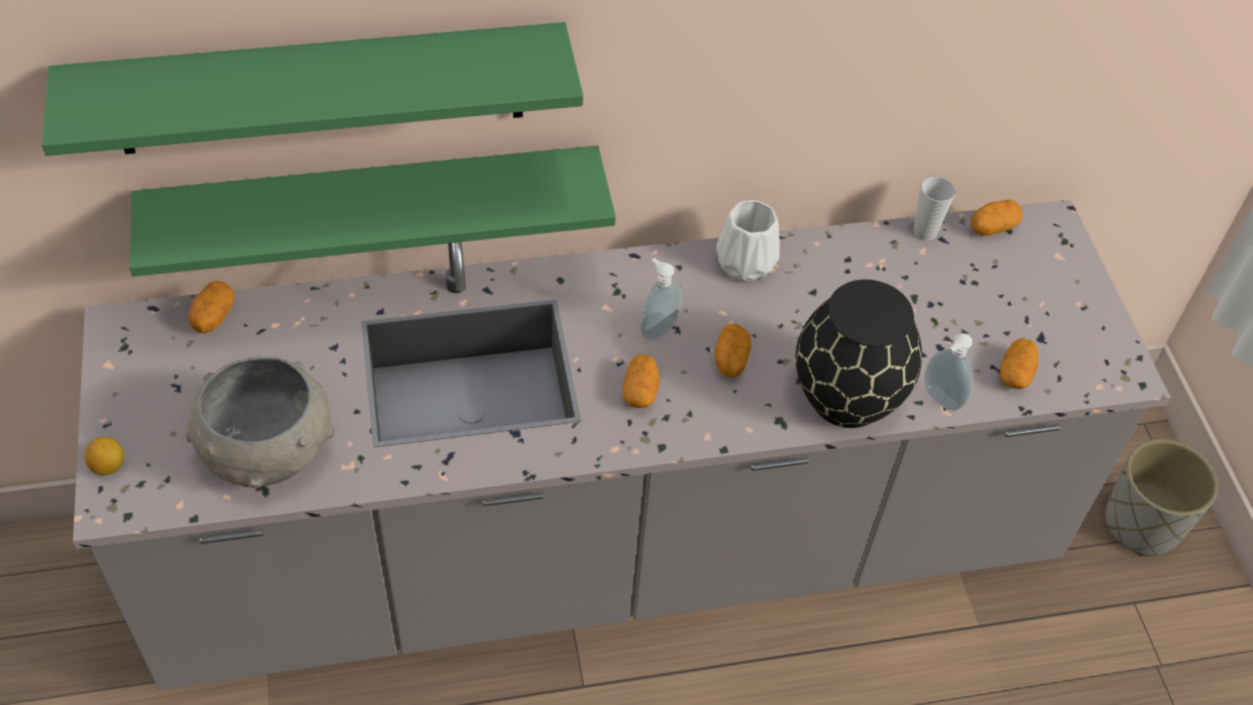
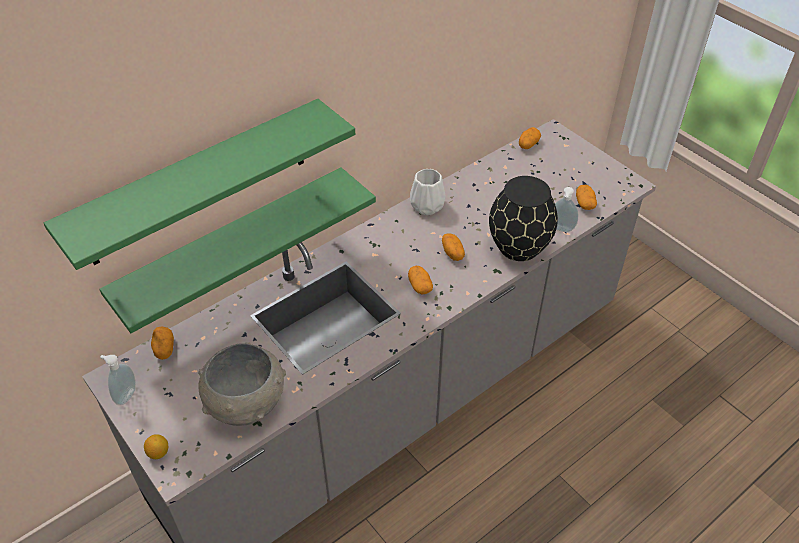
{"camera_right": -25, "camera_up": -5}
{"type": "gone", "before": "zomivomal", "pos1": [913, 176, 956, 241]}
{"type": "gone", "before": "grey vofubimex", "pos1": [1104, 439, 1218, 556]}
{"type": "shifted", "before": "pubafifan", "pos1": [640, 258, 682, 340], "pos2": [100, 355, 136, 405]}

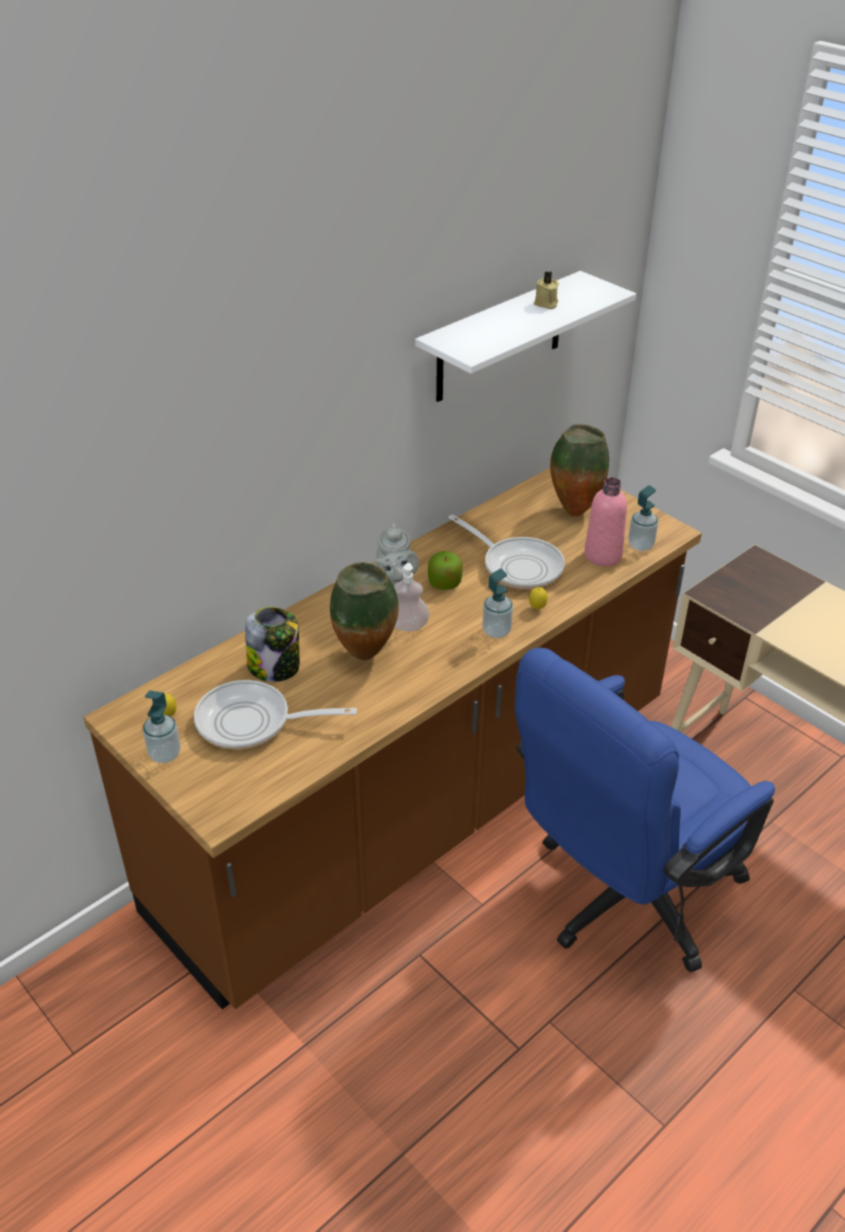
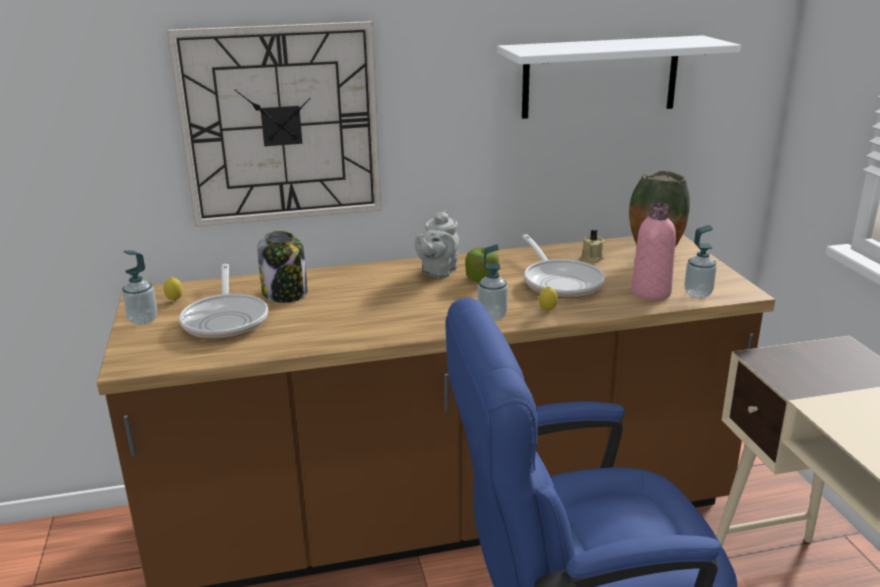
{"camera_right": 30, "camera_up": -15}
{"type": "gone", "before": "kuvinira", "pos1": [330, 562, 399, 660]}
{"type": "gone", "before": "pubafifan", "pos1": [394, 563, 430, 631]}
{"type": "new", "after": "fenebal", "pos2": [167, 21, 381, 227]}
{"type": "shifted", "before": "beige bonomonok", "pos1": [534, 271, 559, 309], "pos2": [581, 230, 604, 263]}
{"type": "rotated", "before": "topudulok", "pos1": [194, 680, 357, 749], "pos2": [179, 264, 268, 339], "turn": -135}

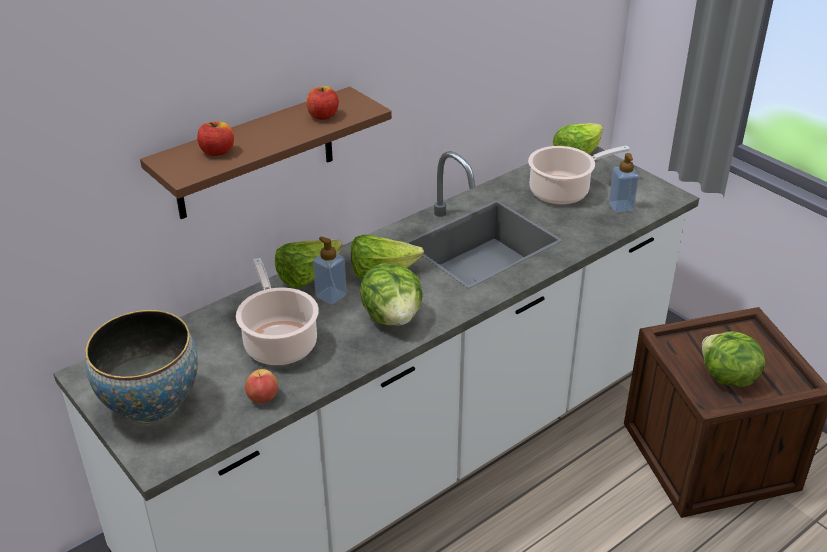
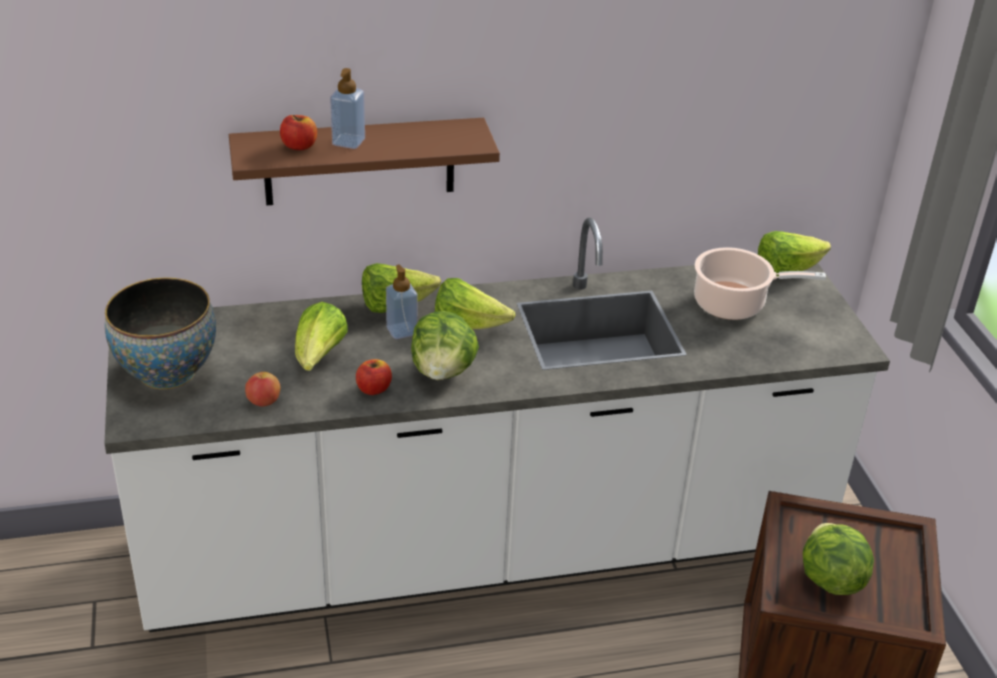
{"camera_right": 25, "camera_up": 0}
{"type": "shifted", "before": "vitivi", "pos1": [306, 86, 339, 120], "pos2": [356, 359, 392, 395]}
{"type": "shifted", "before": "pubafifan", "pos1": [609, 153, 639, 212], "pos2": [330, 68, 365, 149]}
{"type": "swapped", "before": "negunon", "after": "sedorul", "pos1": [236, 258, 319, 365], "pos2": [295, 302, 348, 371]}

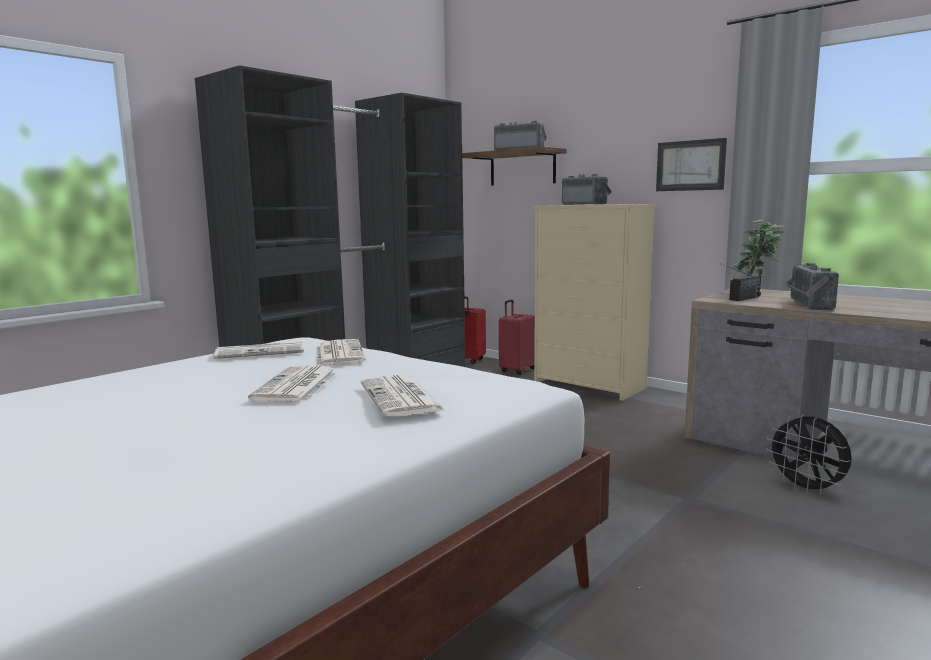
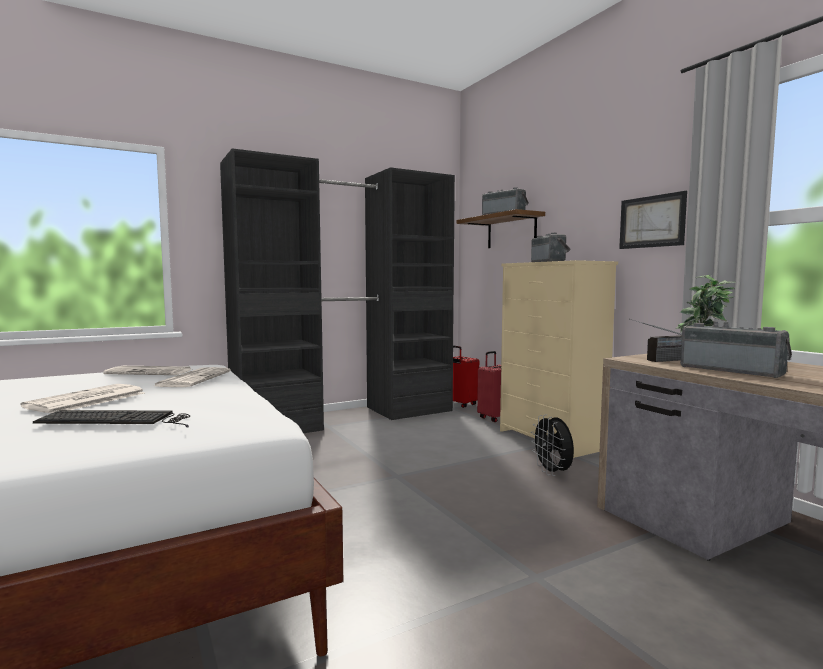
{"camera_right": 20, "camera_up": -5}
{"type": "shifted", "before": "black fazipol", "pos1": [766, 415, 852, 495], "pos2": [531, 414, 574, 476]}
{"type": "swapped", "before": "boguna", "after": "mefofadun", "pos1": [361, 375, 446, 417], "pos2": [33, 410, 190, 428]}
{"type": "rotated", "before": "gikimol", "pos1": [785, 263, 839, 310], "pos2": [680, 321, 792, 378], "turn": 105}

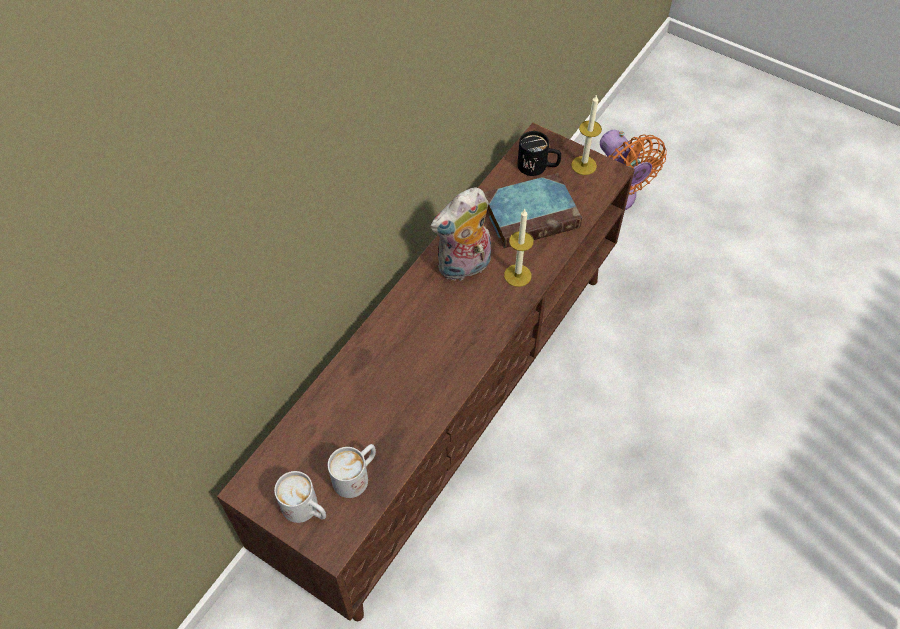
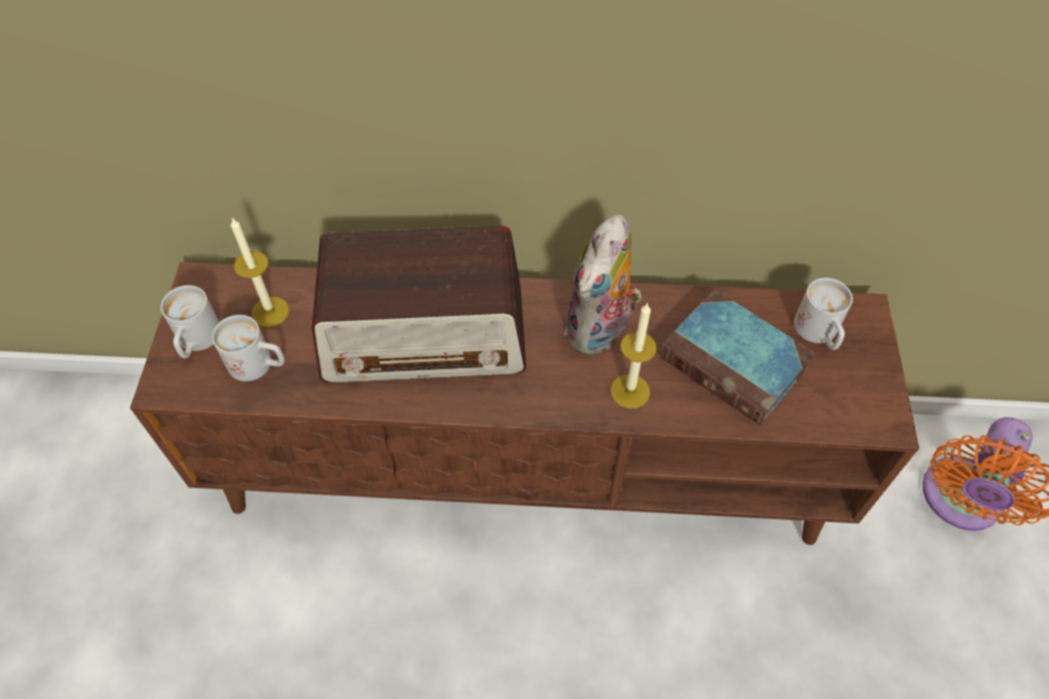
{"camera_right": 60, "camera_up": 0}
{"type": "new", "after": "gikimol", "pos2": [312, 225, 526, 383]}
{"type": "shifted", "before": "bonomonok", "pos1": [571, 94, 602, 175], "pos2": [231, 218, 289, 328]}
{"type": "repainted", "before": "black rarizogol", "after": "white rarizogol", "pos1": [517, 131, 561, 176], "pos2": [794, 278, 853, 350]}
{"type": "rotated", "before": "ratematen", "pos1": [430, 187, 491, 281], "pos2": [564, 215, 642, 355], "turn": -90}

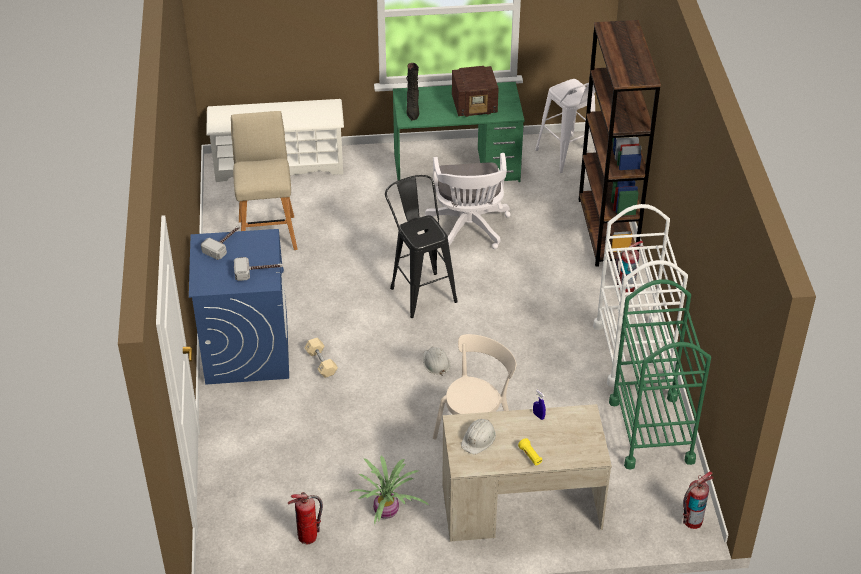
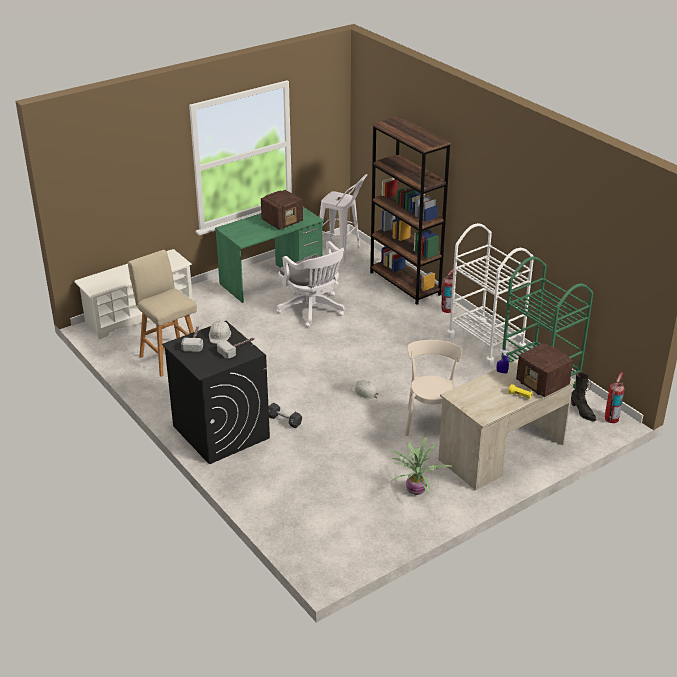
{"camera_right": -30, "camera_up": -10}
{"type": "gone", "before": "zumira", "pos1": [288, 492, 323, 544]}
{"type": "gone", "before": "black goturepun", "pos1": [385, 175, 458, 318]}
{"type": "new", "after": "gikimol", "pos2": [516, 343, 573, 397]}
{"type": "shifted", "before": "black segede", "pos1": [406, 63, 419, 121], "pos2": [571, 372, 597, 421]}
{"type": "shifted", "before": "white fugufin", "pos1": [461, 419, 496, 454], "pos2": [209, 320, 231, 344]}
{"type": "repainted", "before": "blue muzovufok", "after": "black muzovufok", "pos1": [189, 229, 289, 385], "pos2": [162, 321, 270, 464]}
{"type": "repainted", "before": "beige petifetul", "after": "black petifetul", "pos1": [305, 338, 338, 378], "pos2": [268, 403, 302, 428]}

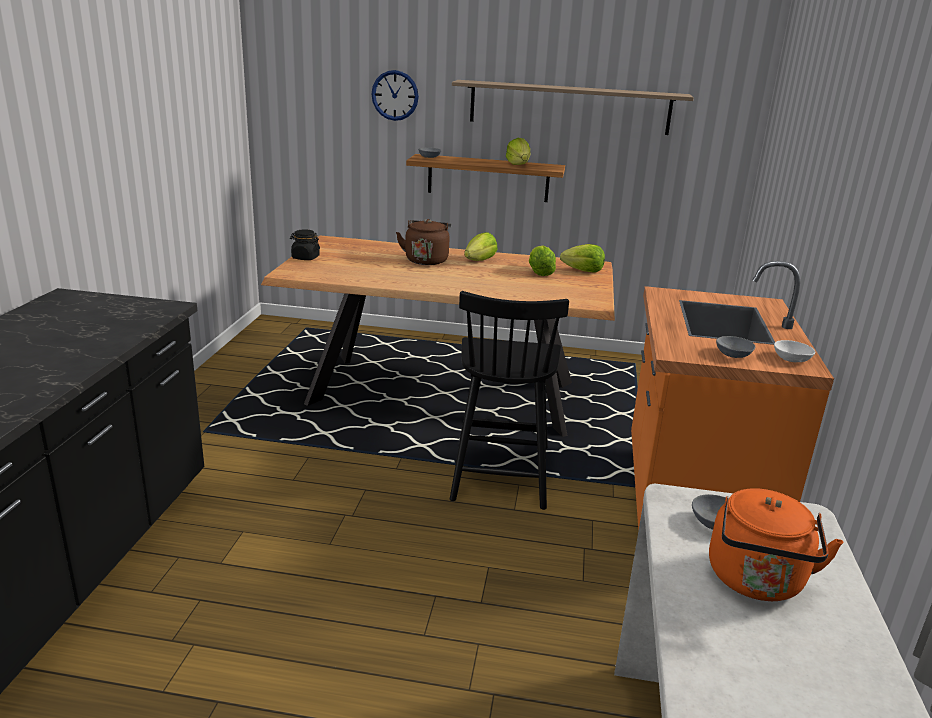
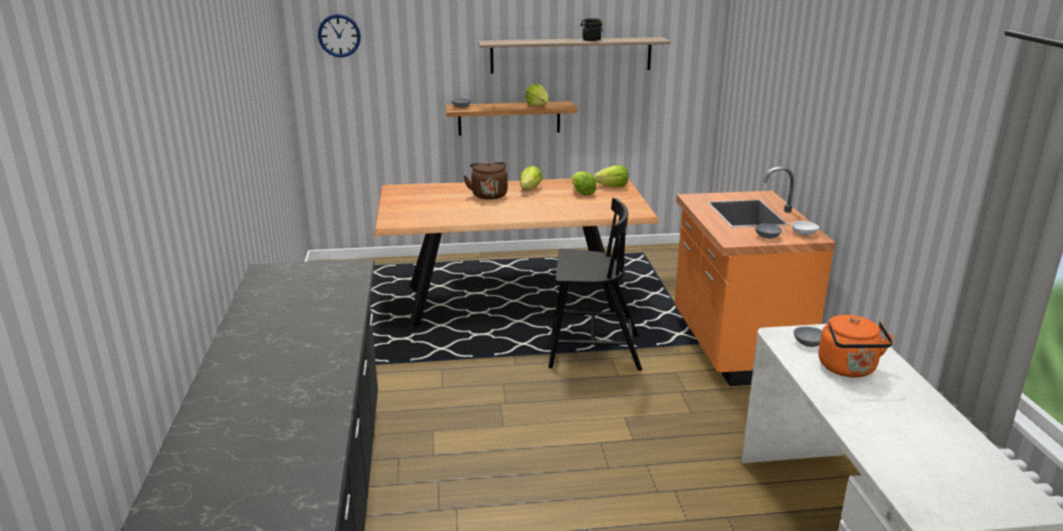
{"camera_right": -15, "camera_up": 0}
{"type": "shifted", "before": "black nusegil", "pos1": [290, 229, 320, 260], "pos2": [580, 18, 603, 41]}
{"type": "shifted", "before": "fenebal", "pos1": [371, 70, 419, 121], "pos2": [318, 14, 361, 57]}
{"type": "rotated", "before": "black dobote", "pos1": [450, 291, 569, 510], "pos2": [549, 198, 642, 371], "turn": -75}

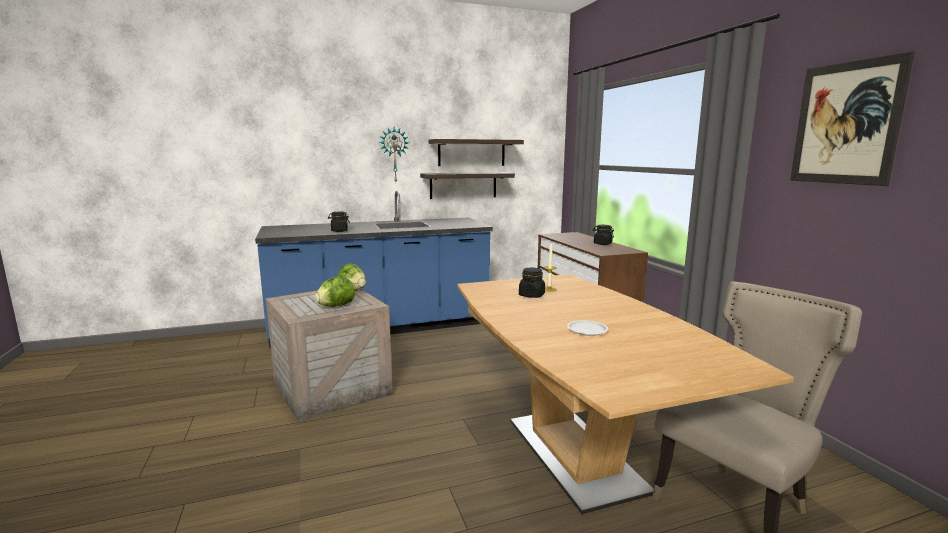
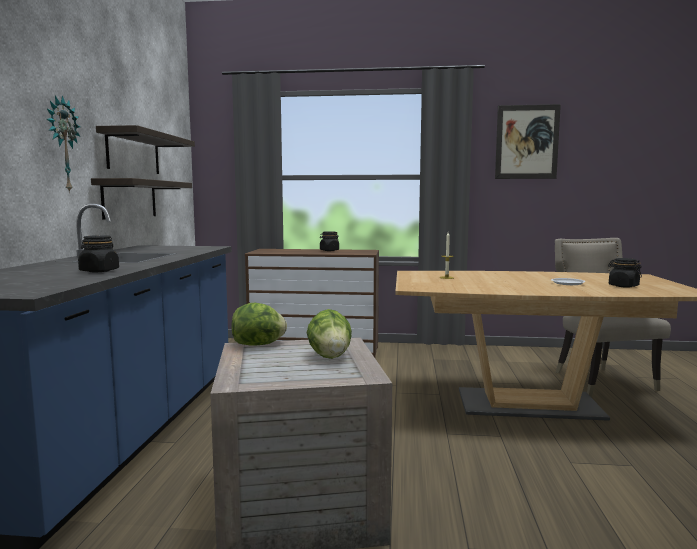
{"camera_right": -65, "camera_up": -5}
{"type": "shifted", "before": "black nusegil", "pos1": [519, 268, 545, 298], "pos2": [608, 258, 642, 288]}

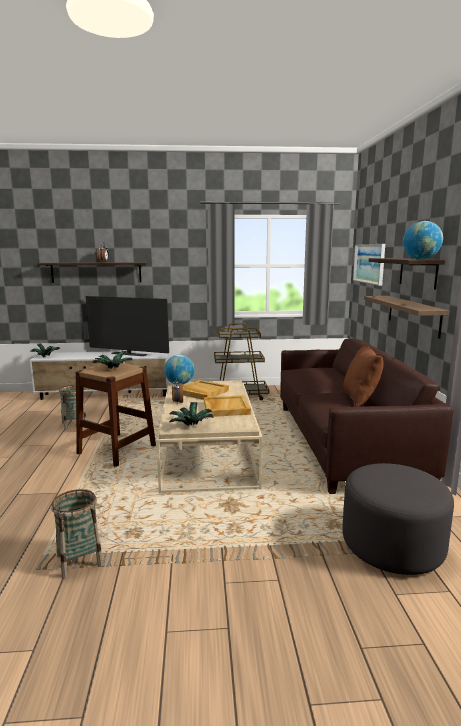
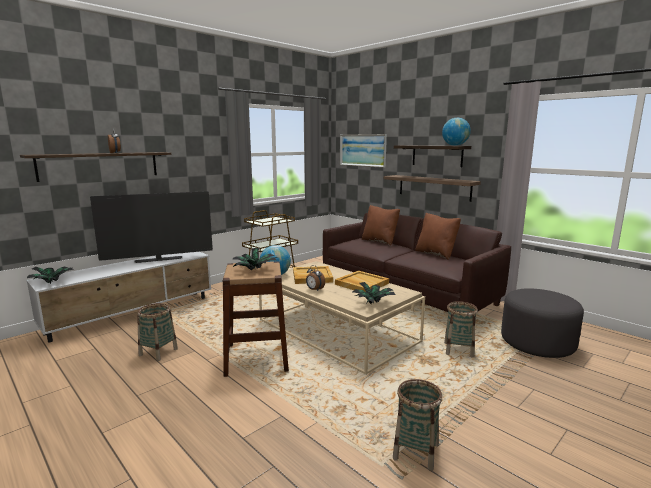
{"camera_right": -40, "camera_up": 0}
{"type": "new", "after": "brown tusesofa", "pos2": [362, 205, 400, 246]}
{"type": "new", "after": "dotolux", "pos2": [444, 301, 478, 358]}

